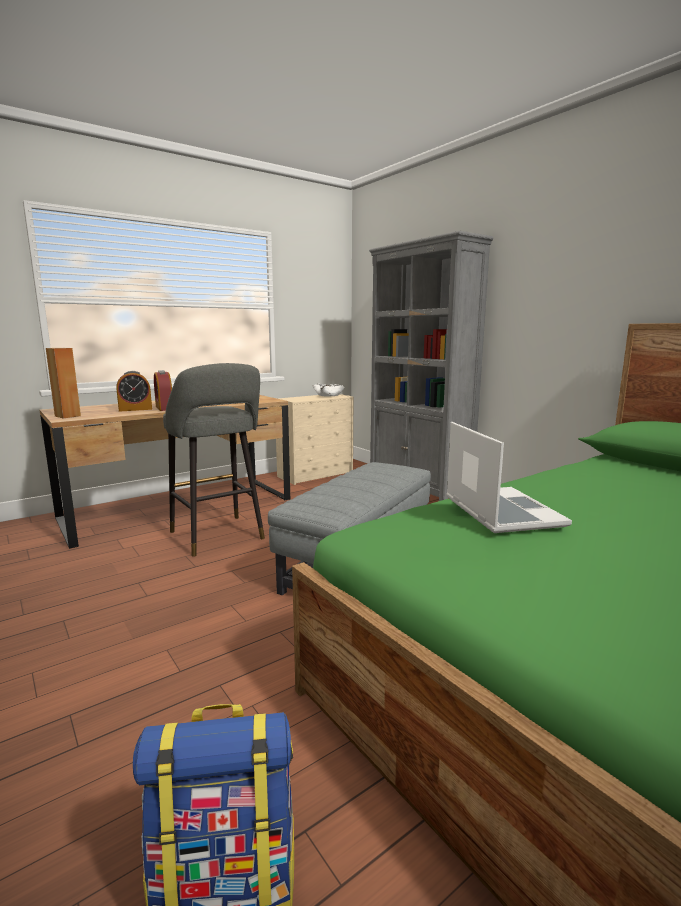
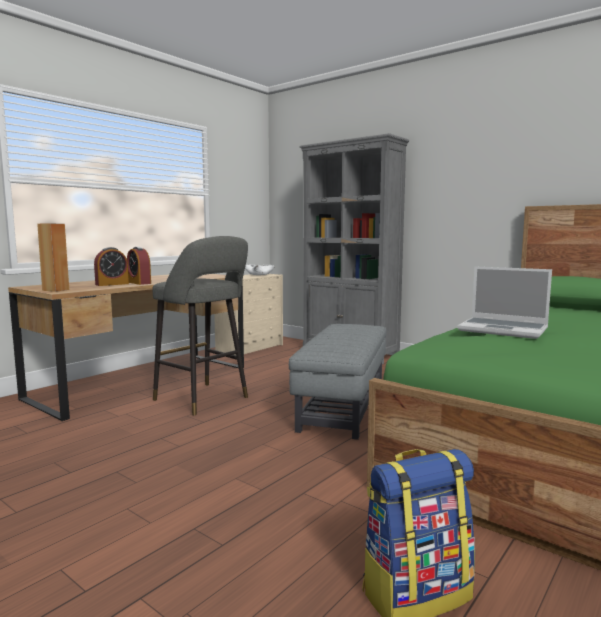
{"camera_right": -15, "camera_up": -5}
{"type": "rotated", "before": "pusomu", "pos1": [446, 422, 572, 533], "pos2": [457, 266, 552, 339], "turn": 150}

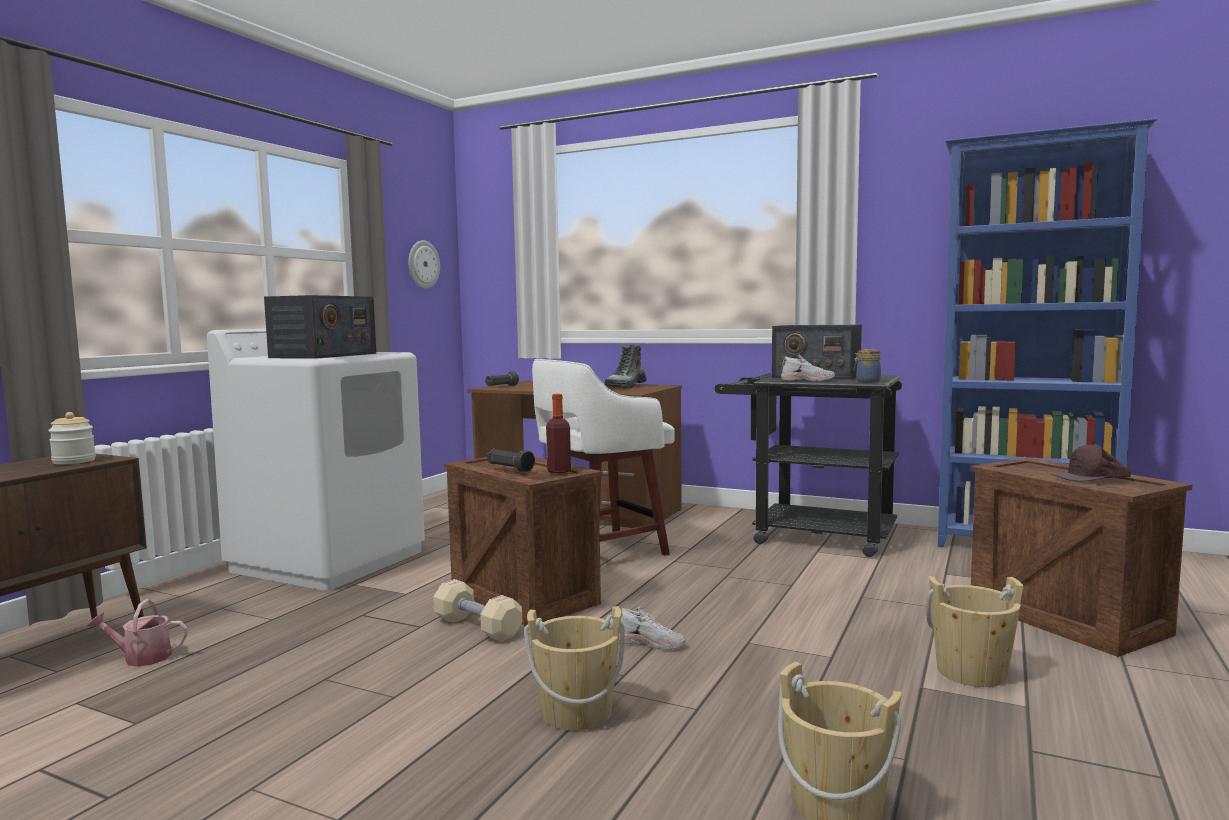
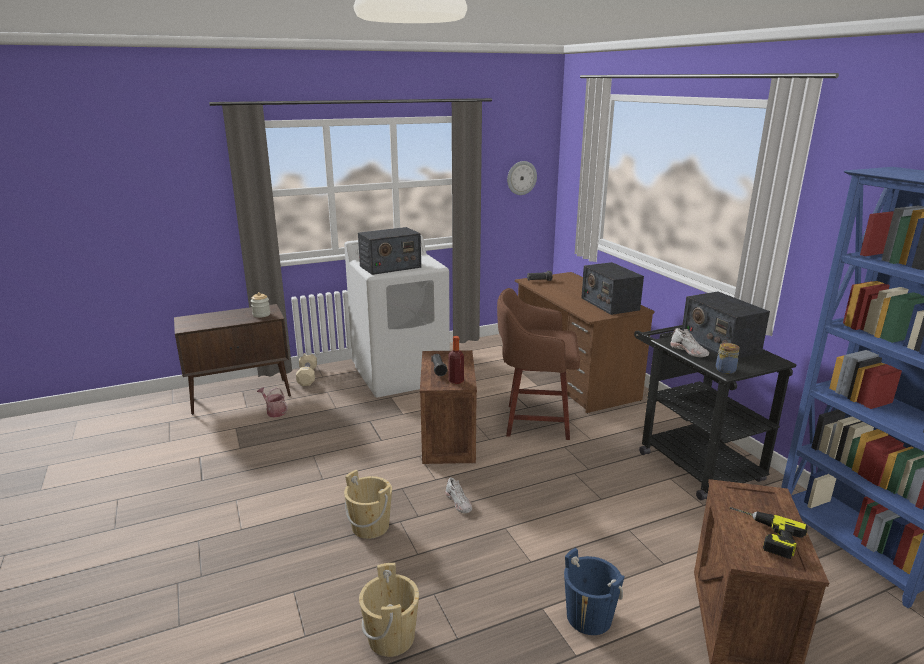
{"camera_right": 40, "camera_up": 15}
{"type": "shifted", "before": "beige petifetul", "pos1": [433, 579, 522, 642], "pos2": [296, 353, 317, 386]}
{"type": "swapped", "before": "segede", "after": "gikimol", "pos1": [604, 344, 647, 389], "pos2": [581, 262, 644, 315]}
{"type": "swapped", "before": "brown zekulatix", "after": "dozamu", "pos1": [1050, 444, 1131, 482], "pos2": [730, 507, 808, 559]}
{"type": "repainted", "before": "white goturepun", "after": "brown goturepun", "pos1": [532, 359, 675, 556], "pos2": [497, 288, 580, 440]}
{"type": "repainted", "before": "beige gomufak", "after": "blue gomufak", "pos1": [926, 576, 1024, 687], "pos2": [564, 548, 625, 635]}

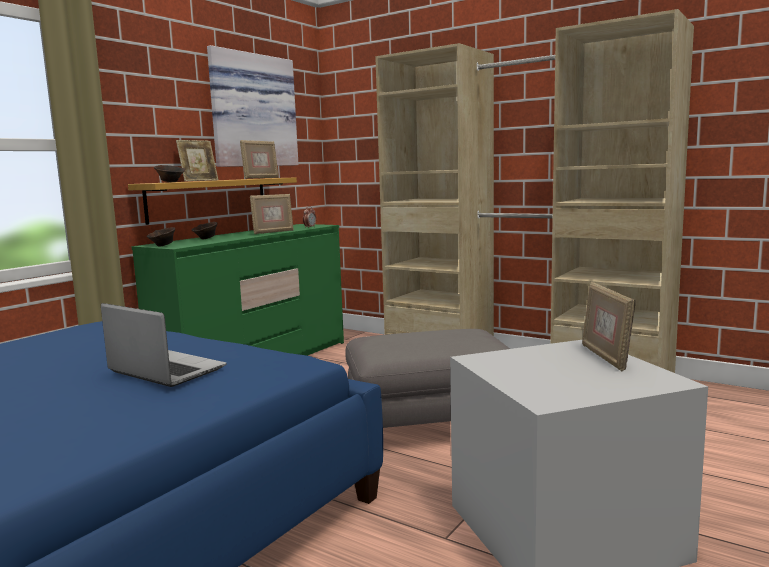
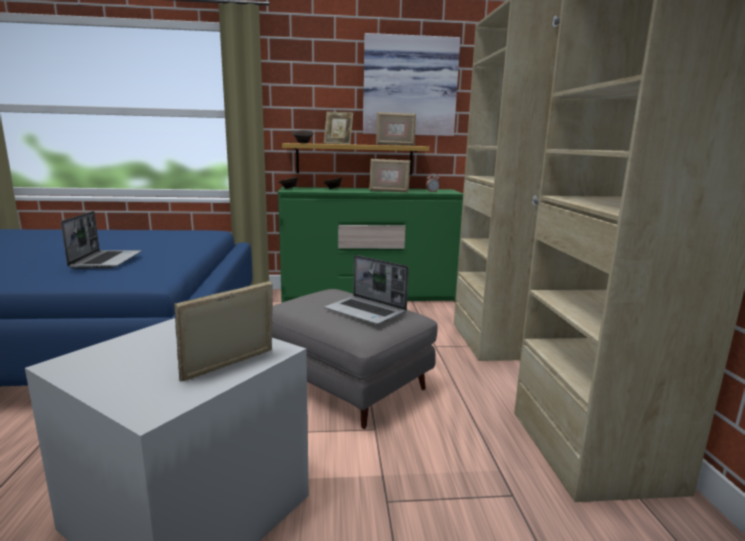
{"camera_right": 50, "camera_up": 5}
{"type": "new", "after": "pusomu", "pos2": [324, 255, 409, 324]}

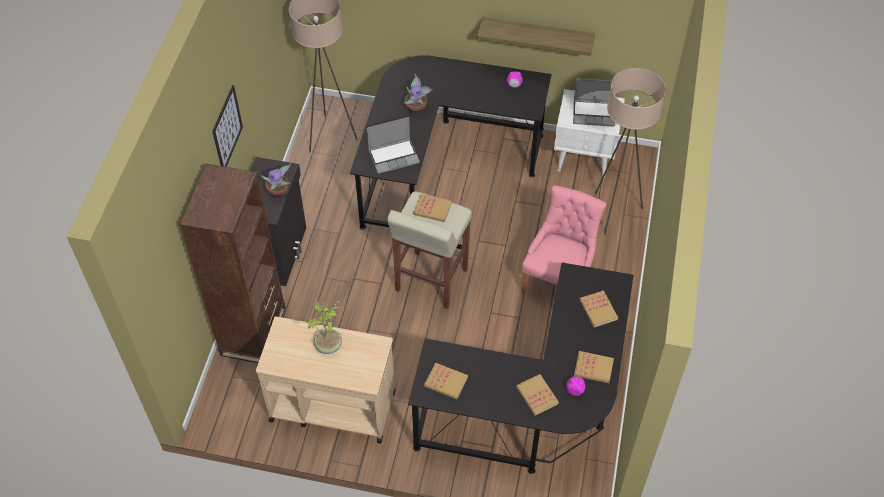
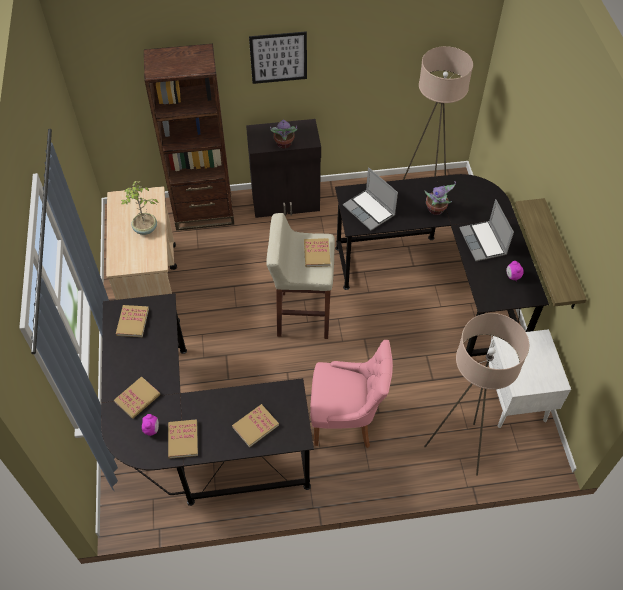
{"camera_right": 70, "camera_up": 0}
{"type": "shifted", "before": "pusomu", "pos1": [573, 78, 617, 127], "pos2": [459, 199, 514, 261]}

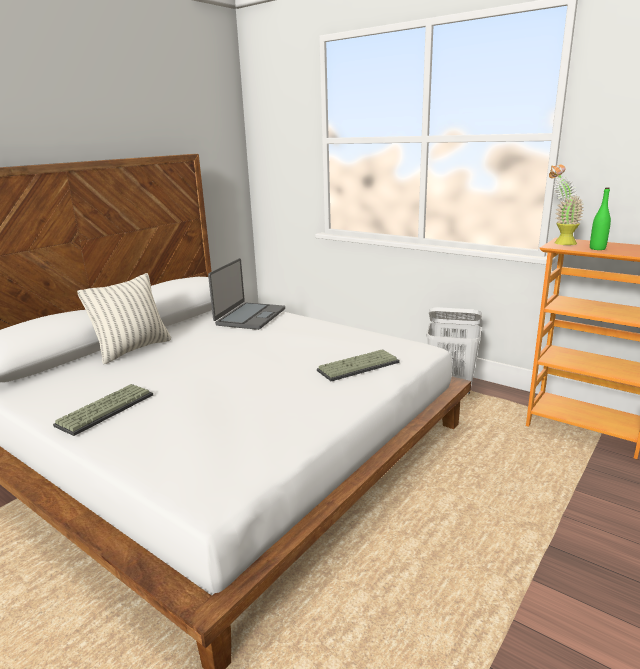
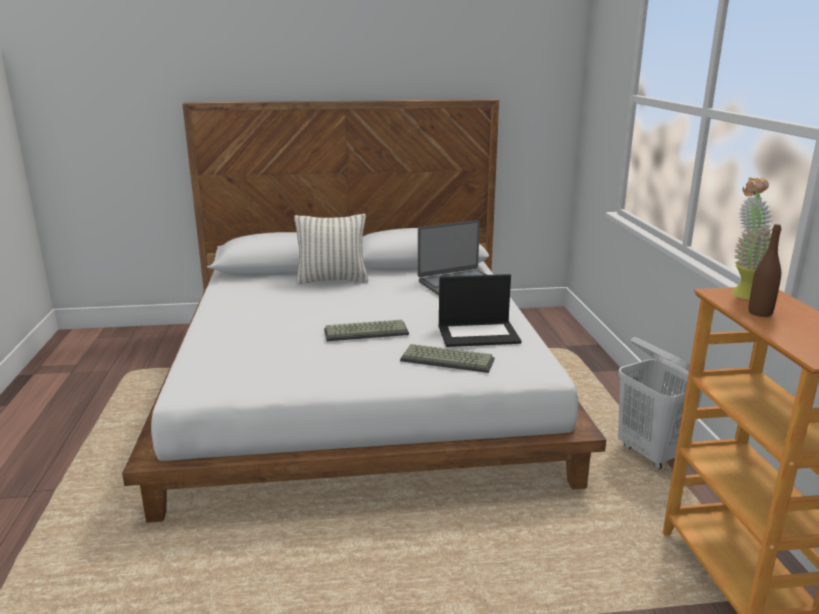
{"camera_right": 45, "camera_up": 0}
{"type": "new", "after": "pusomu", "pos2": [438, 274, 521, 347]}
{"type": "shifted", "before": "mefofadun", "pos1": [53, 384, 153, 436], "pos2": [324, 320, 409, 341]}
{"type": "repainted", "before": "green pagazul", "after": "brown pagazul", "pos1": [590, 188, 611, 250], "pos2": [748, 224, 781, 317]}

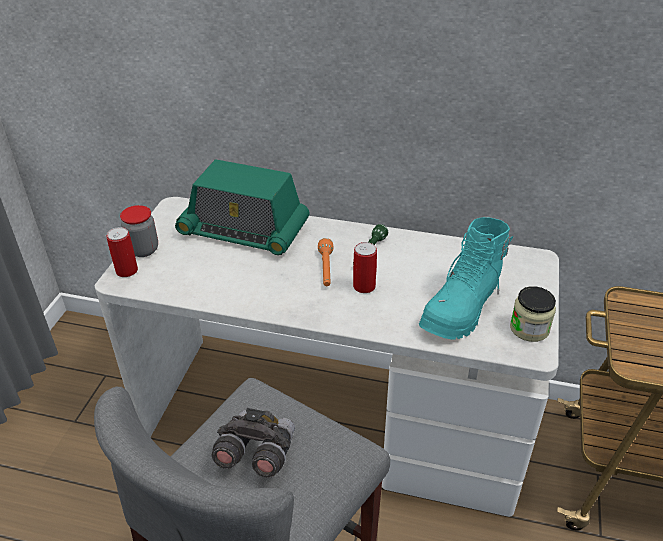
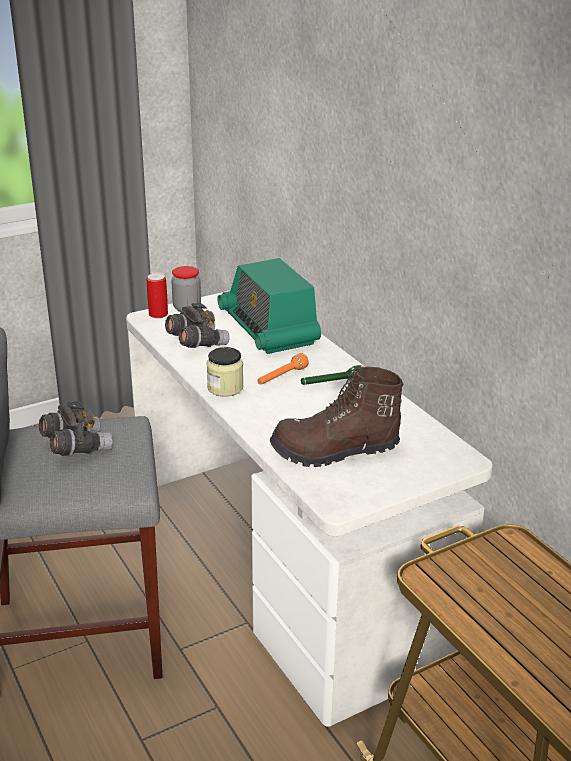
{"camera_right": 45, "camera_up": -10}
{"type": "gone", "before": "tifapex", "pos1": [353, 242, 377, 293]}
{"type": "new", "after": "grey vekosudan", "pos2": [165, 303, 229, 348]}
{"type": "shifted", "before": "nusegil", "pos1": [510, 286, 556, 342], "pos2": [207, 347, 244, 397]}
{"type": "repainted", "before": "turquoise segede", "after": "brown segede", "pos1": [419, 217, 513, 340], "pos2": [270, 367, 404, 467]}

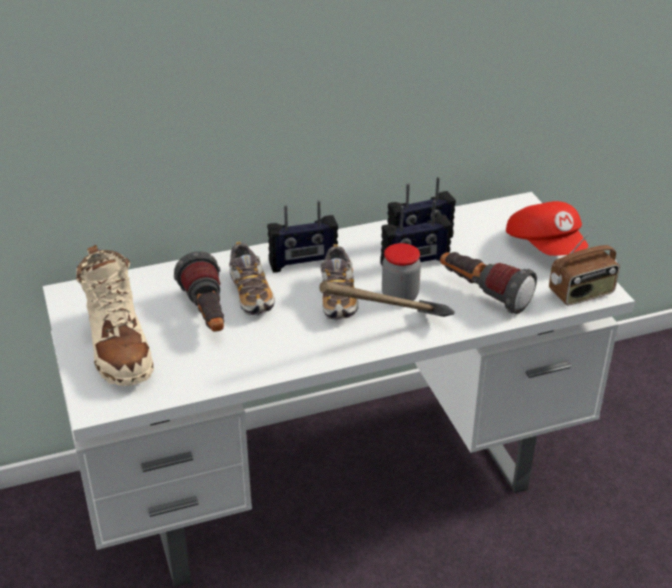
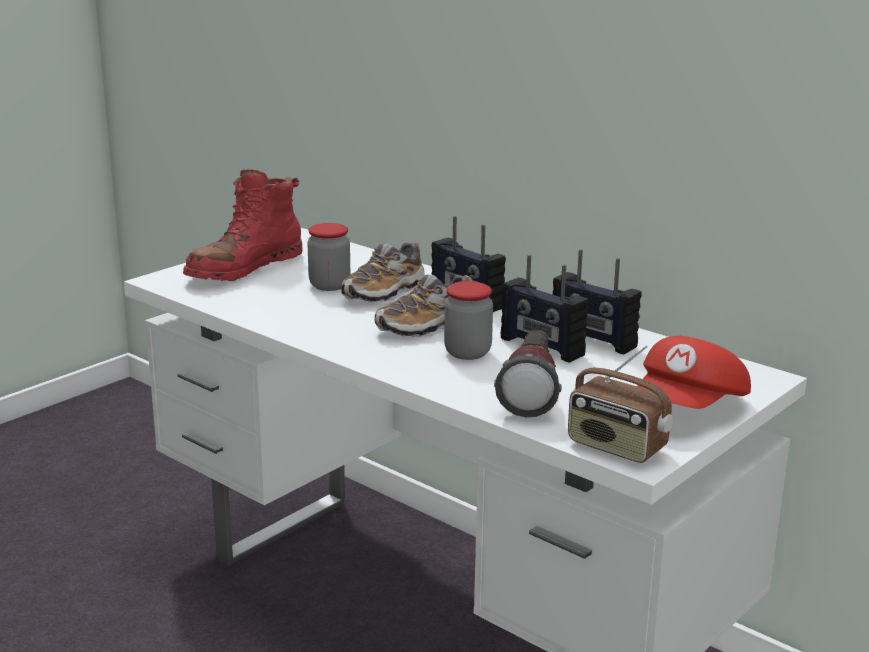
{"camera_right": 60, "camera_up": -15}
{"type": "gone", "before": "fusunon", "pos1": [319, 281, 455, 317]}
{"type": "swapped", "before": "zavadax", "after": "nusegil", "pos1": [174, 251, 224, 332], "pos2": [307, 223, 350, 291]}
{"type": "repainted", "before": "beige segede", "after": "red segede", "pos1": [76, 245, 154, 386], "pos2": [183, 169, 303, 281]}

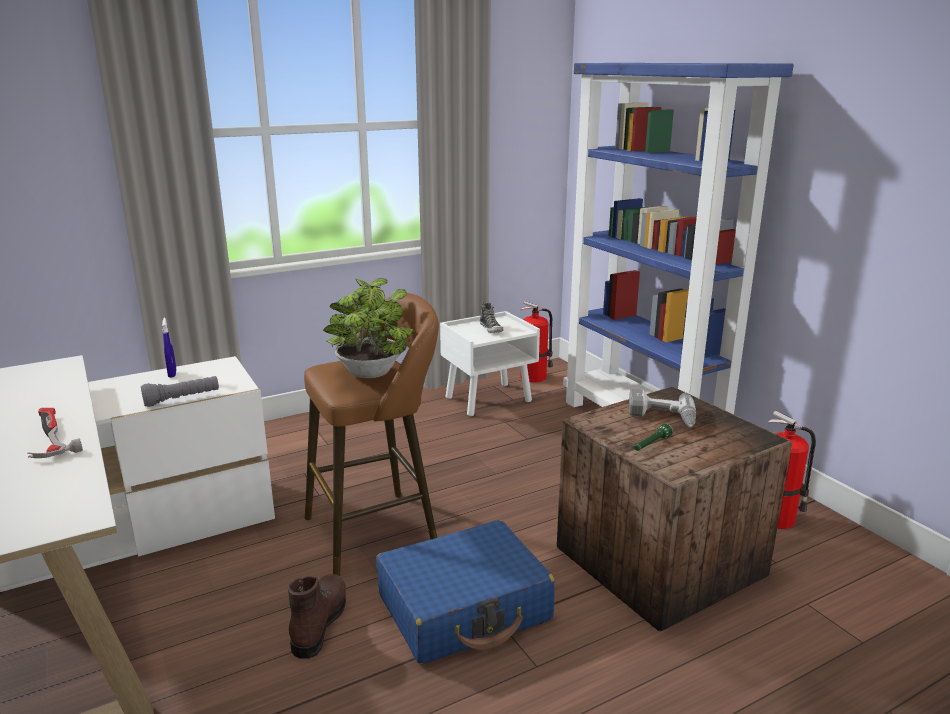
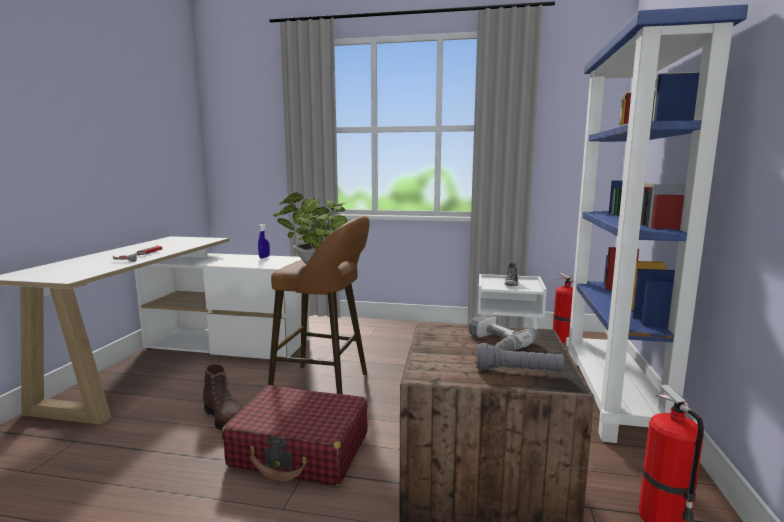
{"camera_right": 40, "camera_up": -10}
{"type": "gone", "before": "green zavadax", "pos1": [634, 423, 673, 451]}
{"type": "shifted", "before": "grey zavadax", "pos1": [141, 376, 219, 407], "pos2": [476, 343, 564, 372]}
{"type": "repainted", "before": "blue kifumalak", "after": "red kifumalak", "pos1": [376, 520, 555, 664], "pos2": [222, 385, 368, 486]}
{"type": "rotated", "before": "brown segede", "pos1": [287, 574, 346, 659], "pos2": [203, 364, 242, 430], "turn": 90}

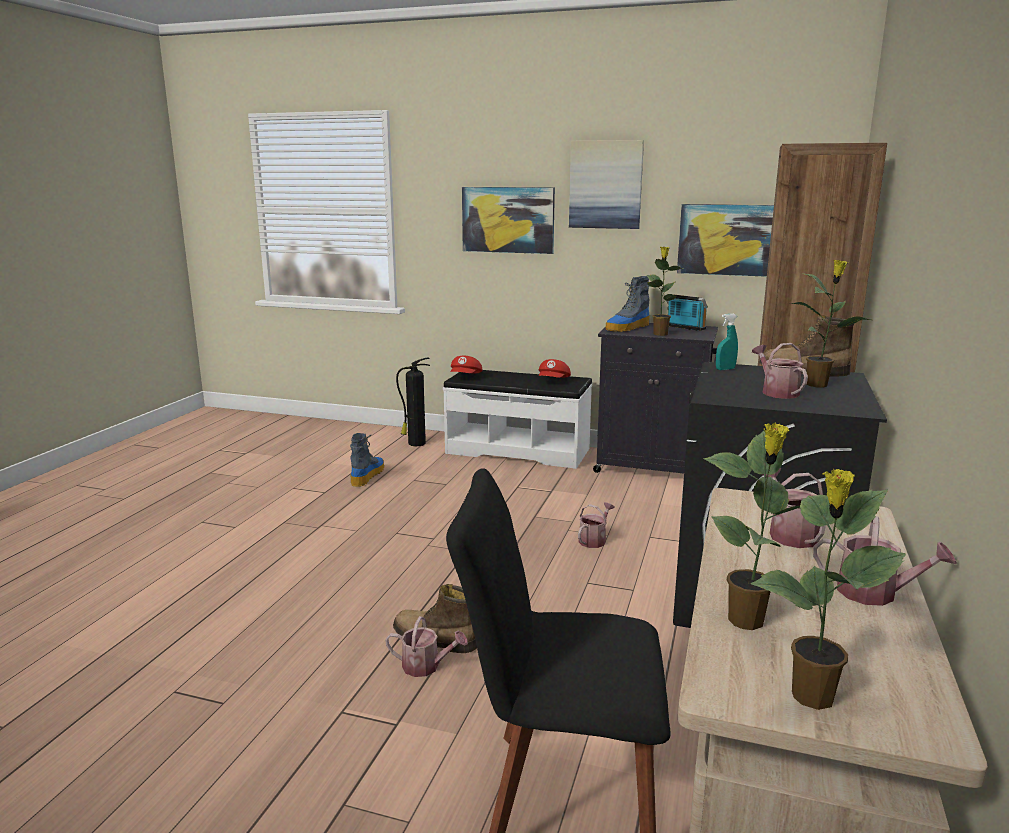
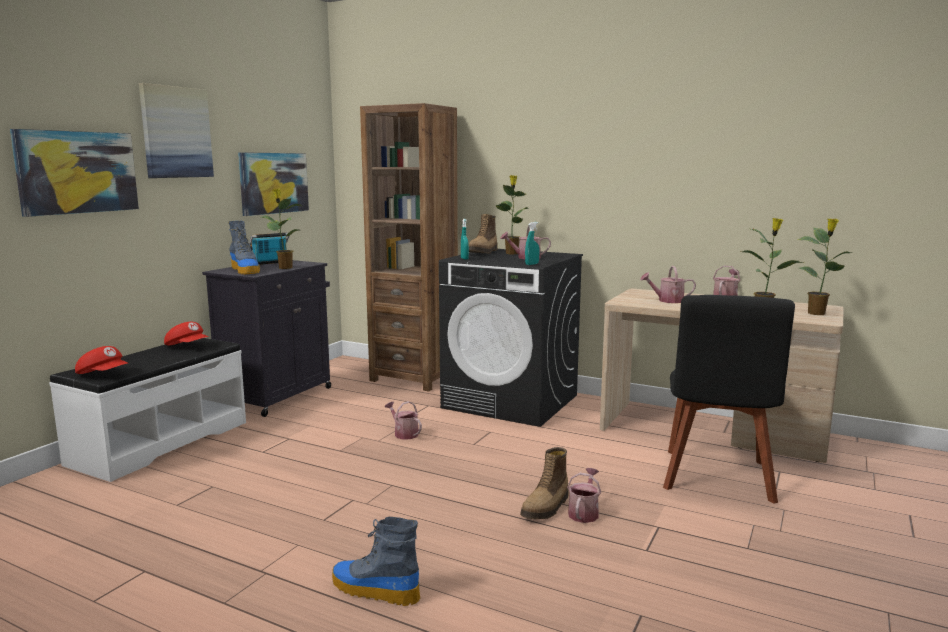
{"camera_right": -80, "camera_up": -5}
{"type": "gone", "before": "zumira", "pos1": [396, 357, 430, 446]}
{"type": "new", "after": "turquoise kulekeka", "pos2": [525, 222, 539, 265]}
{"type": "shifted", "before": "segede", "pos1": [350, 433, 384, 487], "pos2": [332, 517, 420, 606]}

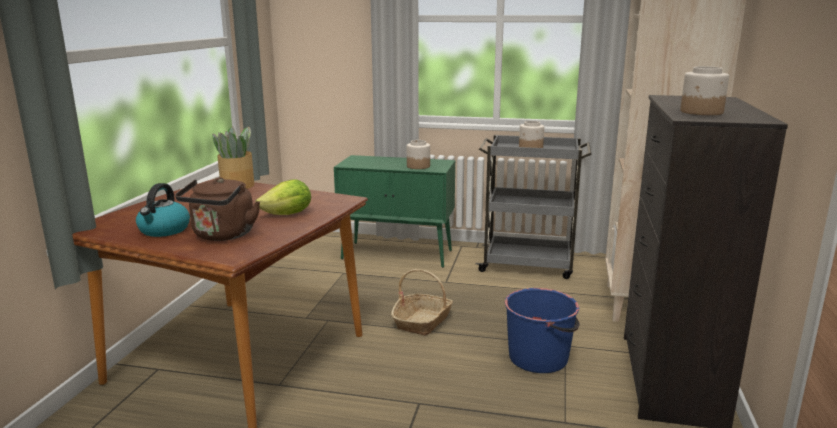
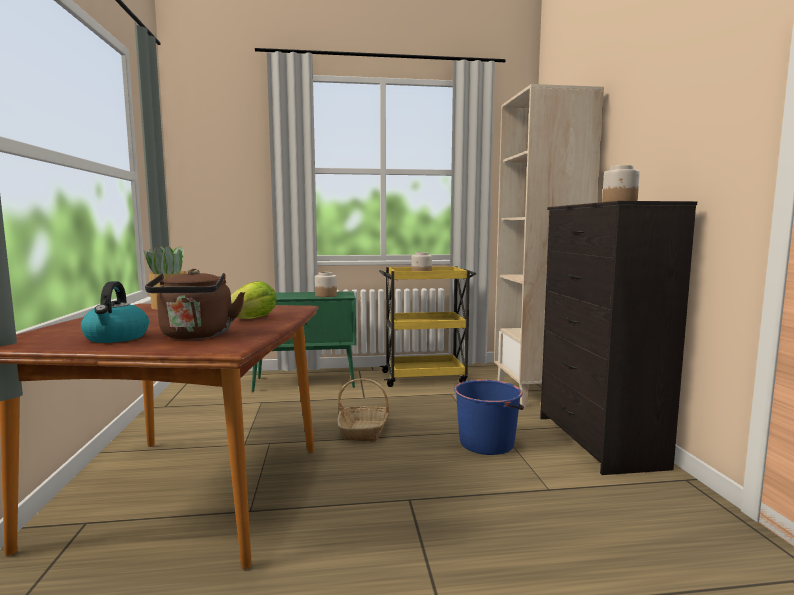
{"camera_right": -20, "camera_up": -10}
{"type": "repainted", "before": "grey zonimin", "after": "yellow zonimin", "pos1": [475, 135, 592, 279], "pos2": [379, 266, 476, 387]}

